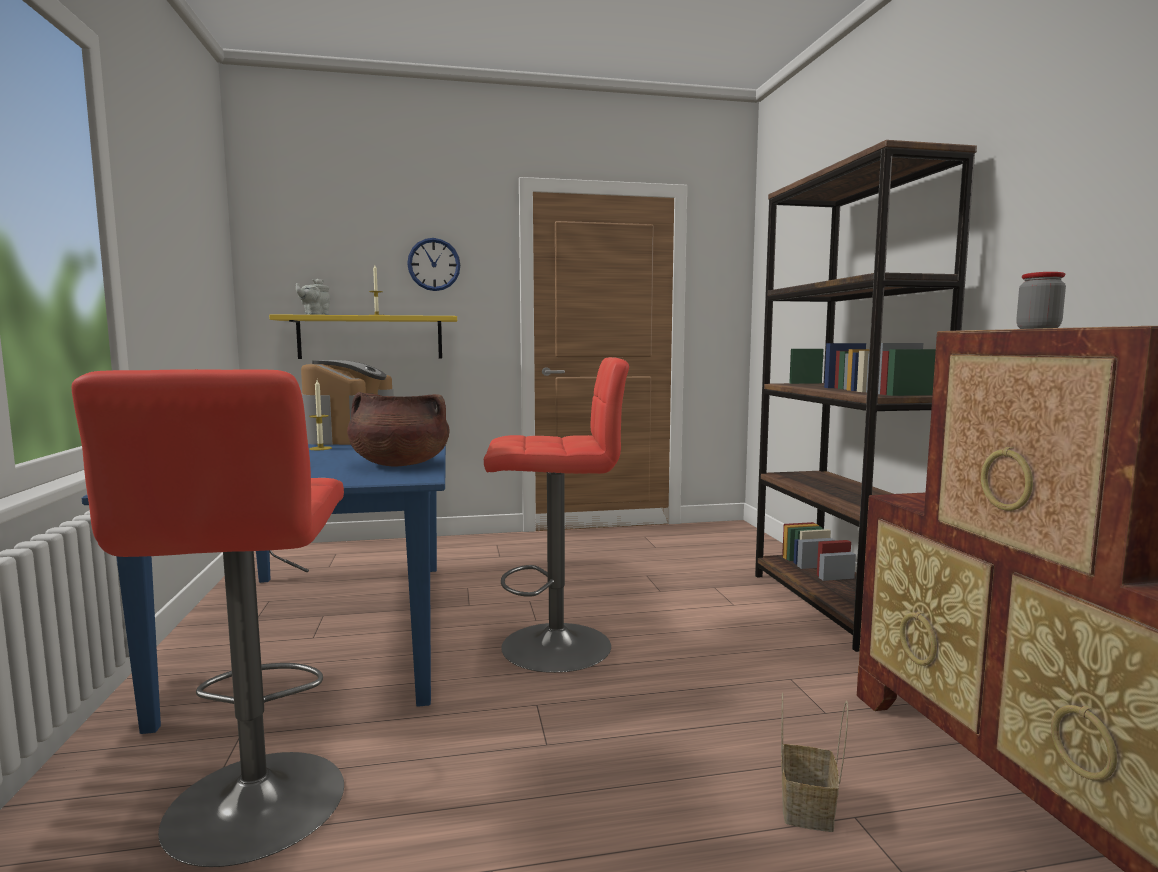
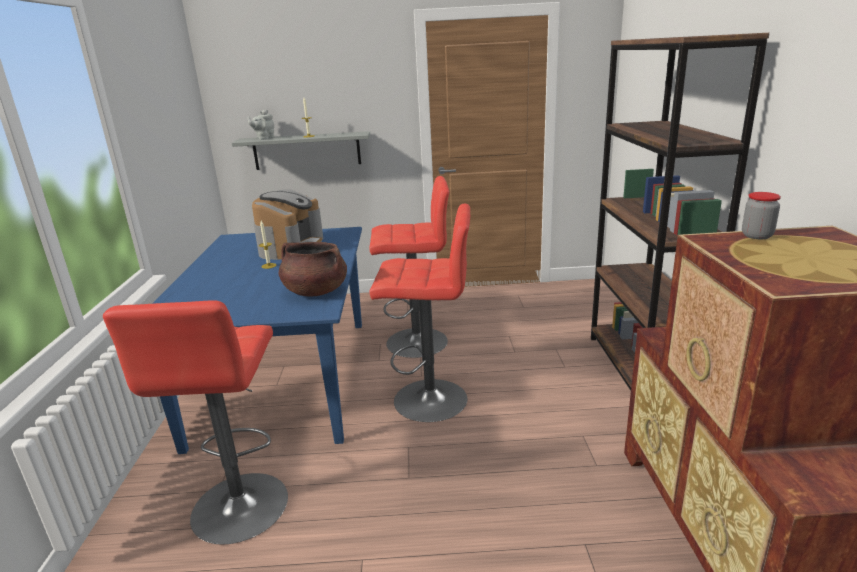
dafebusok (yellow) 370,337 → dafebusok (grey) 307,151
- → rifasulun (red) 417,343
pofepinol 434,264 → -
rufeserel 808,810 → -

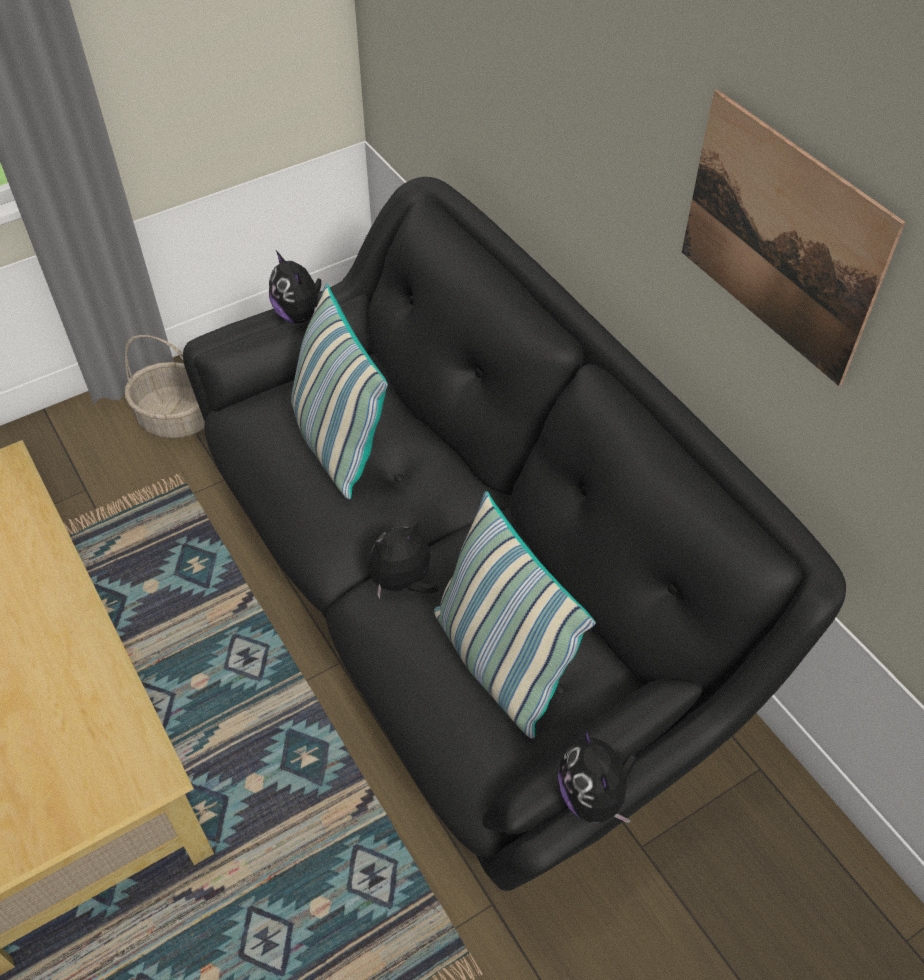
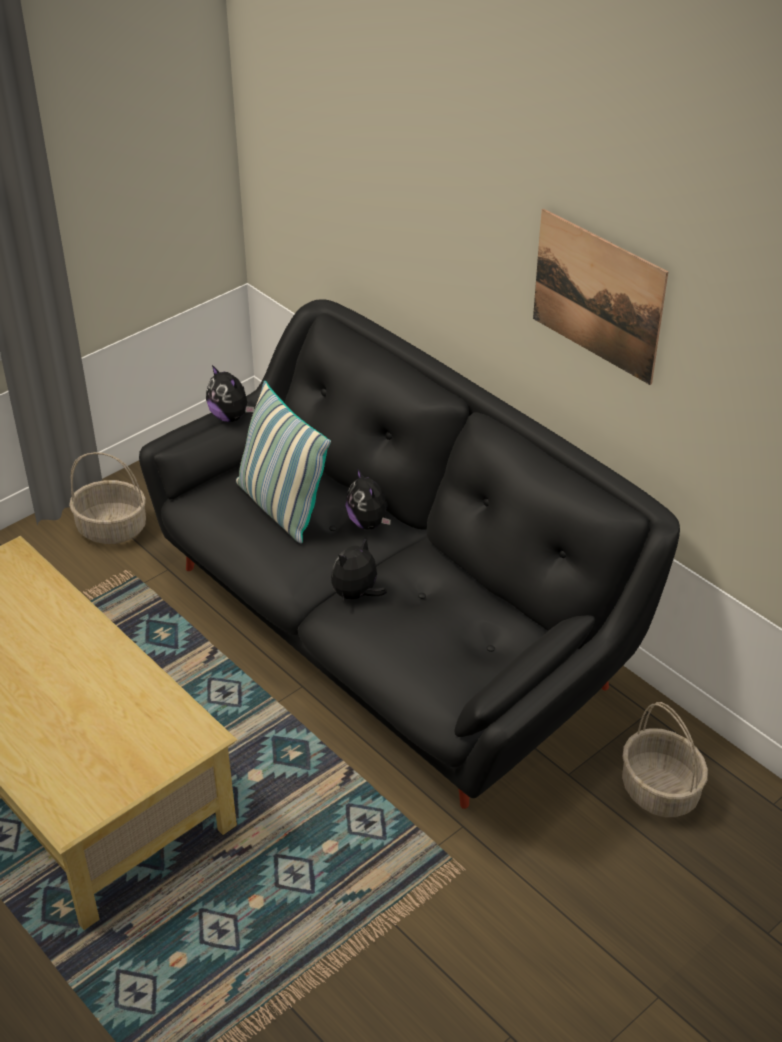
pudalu 593,796 → pudalu 369,523, shifted
- → rufeserel 660,791
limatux 499,662 → -

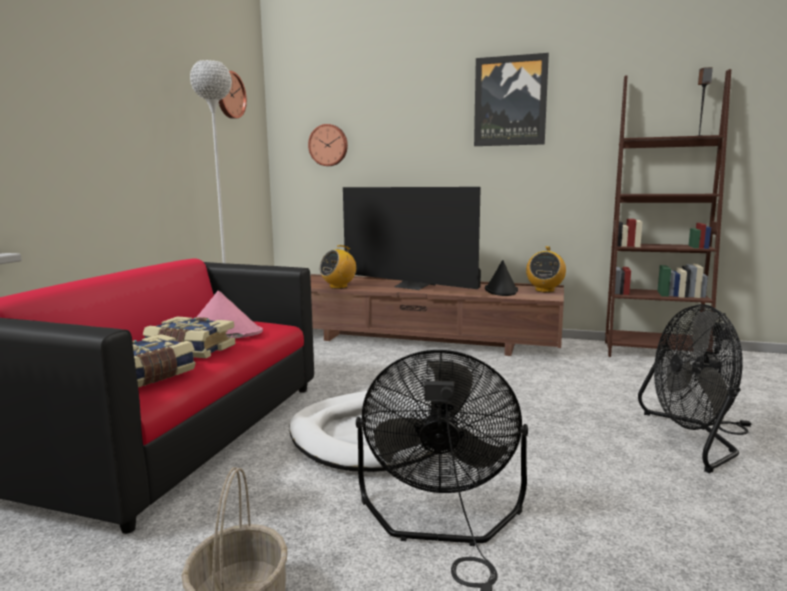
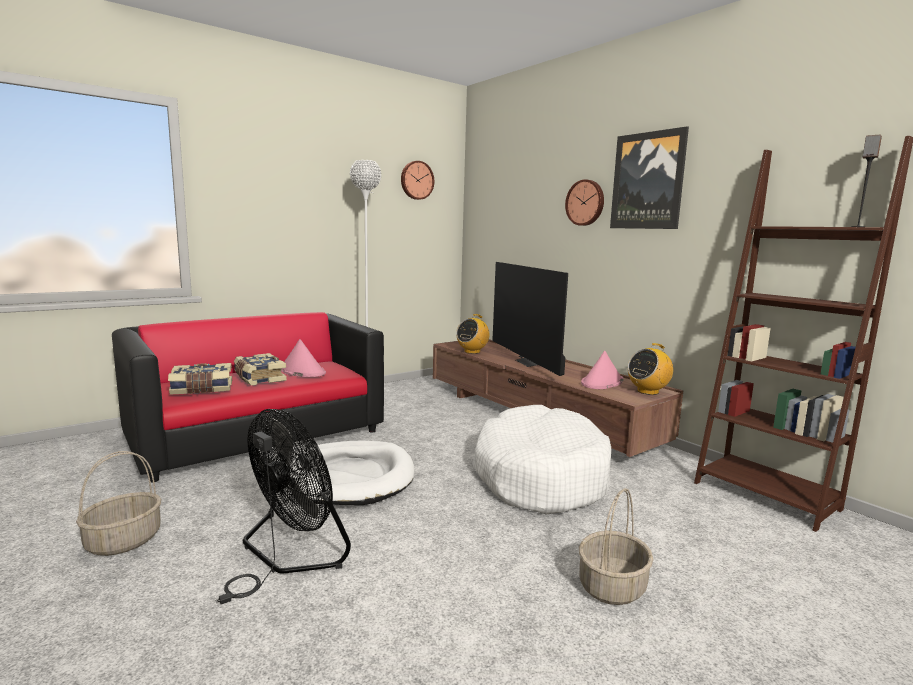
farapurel 338,287 → farapurel 472,351, 45 degrees counterclockwise
- → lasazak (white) 539,476
pofepinol 328,145 → pofepinol 585,203, shifted
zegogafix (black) 696,437 → rufeserel 612,587
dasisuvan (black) 501,290 → dasisuvan (pink) 602,382

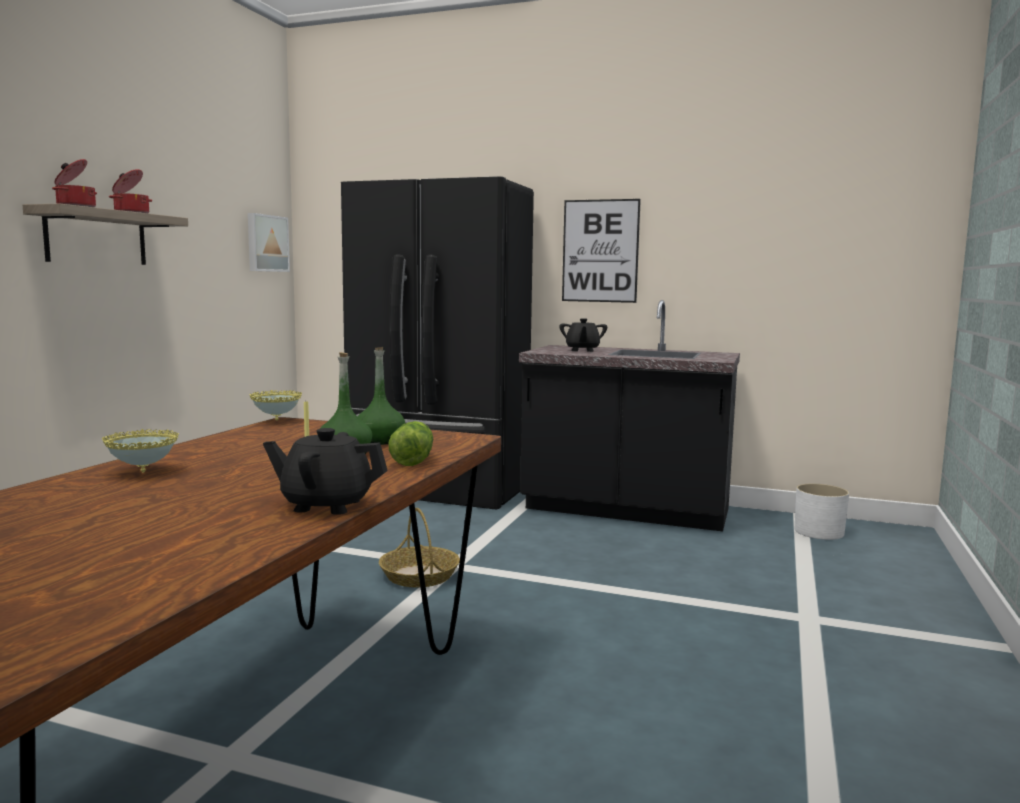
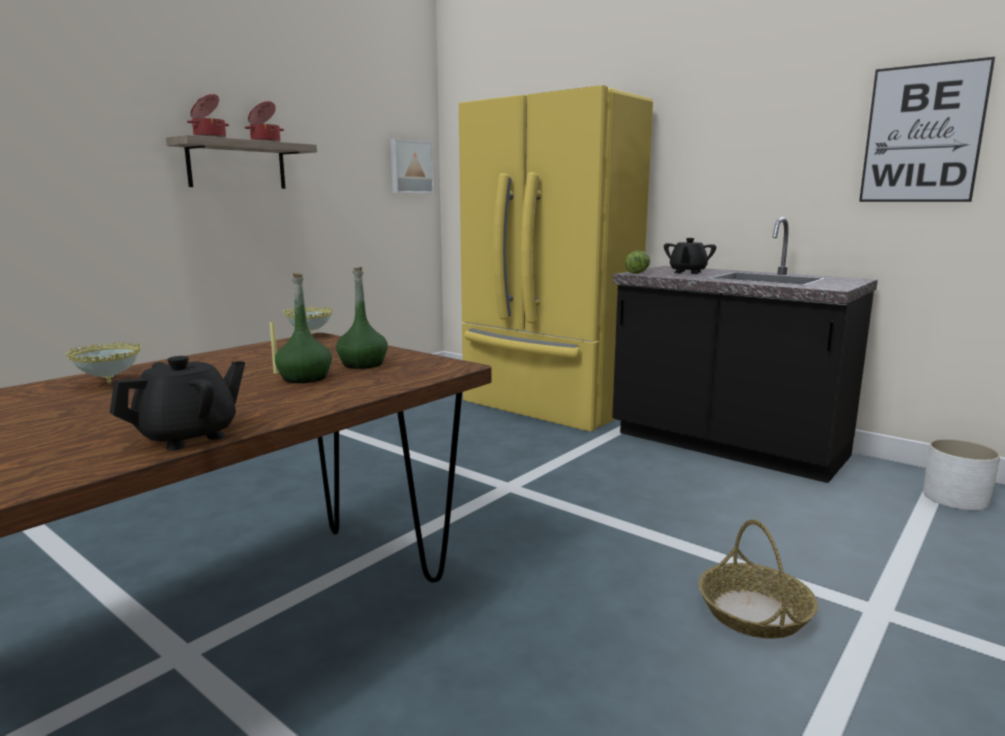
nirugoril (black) 326,505 → nirugoril (black) 188,437, 105 degrees clockwise
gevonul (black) 436,491 → gevonul (yellow) 544,406
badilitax 413,459 → badilitax 638,272, shifted
rufeserel 420,576 → rufeserel 755,613, shifted
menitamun 600,251 → menitamun 922,134, shifted

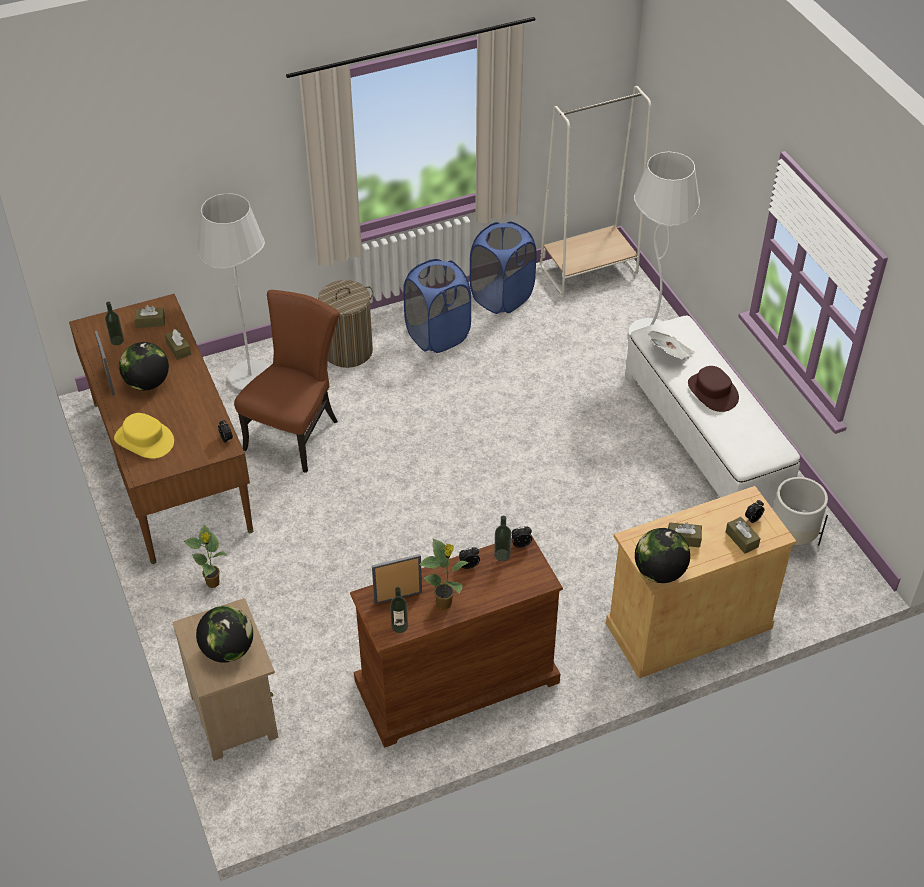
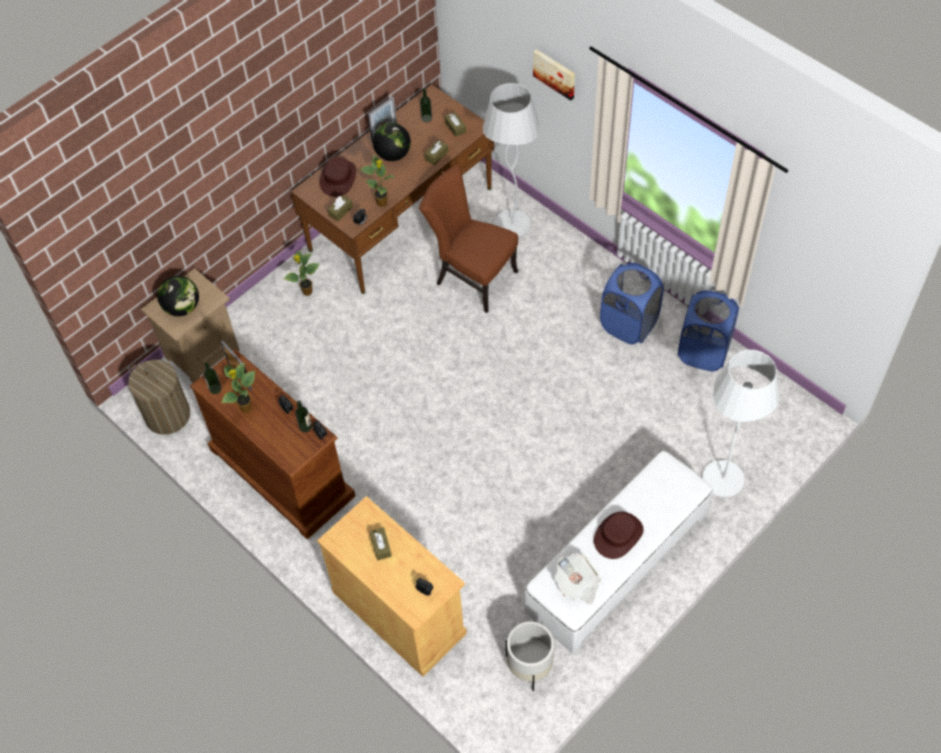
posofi 348,351 → posofi 168,415, shifted
dasisuvan (yellow) 144,439 → dasisuvan (brown) 338,178
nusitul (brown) 741,539 → nusitul (brown) 340,211, shifted
- → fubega 382,203
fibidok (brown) 296,432 → fibidok (brown) 471,277, 150 degrees counterclockwise
- → menitamun 555,73
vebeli 670,354 → vebeli 577,584, shifted
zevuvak 588,270 → -
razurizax 659,572 → -

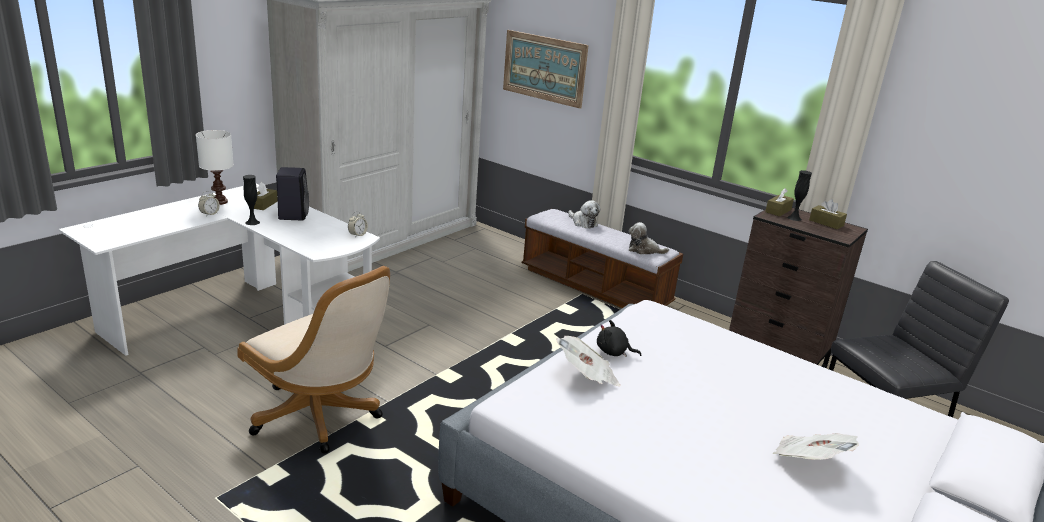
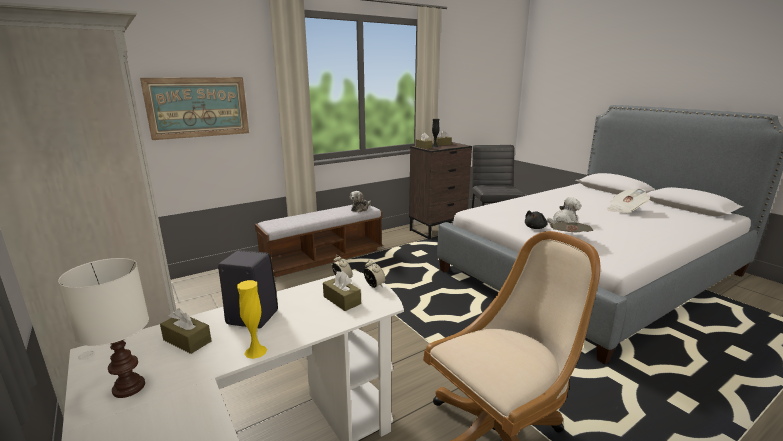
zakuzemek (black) 252,222 → zakuzemek (yellow) 255,351
- → nusitul (brown) 342,300
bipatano 209,214 → bipatano 374,285, shifted
pudalu 583,223 → pudalu 564,221, shifted

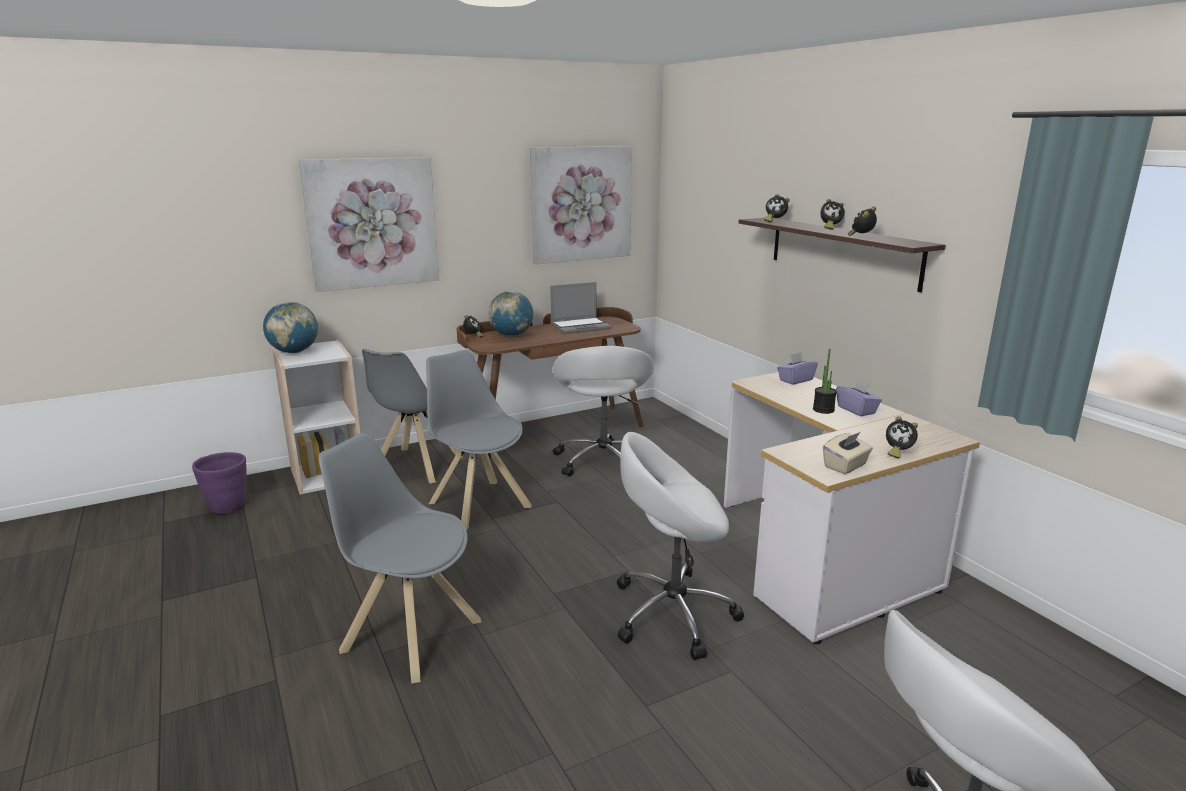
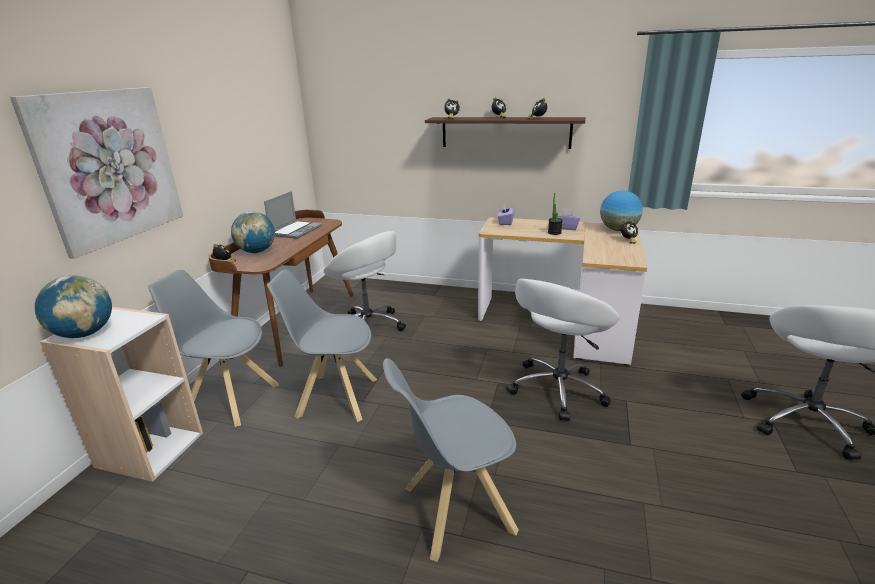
fibidok (grey) 415,466 → fibidok (grey) 230,399, 135 degrees clockwise
- → razurizax 618,230
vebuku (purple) 227,507 → -
menitamun 581,204 → -
nusitul (beige) 845,466 → -

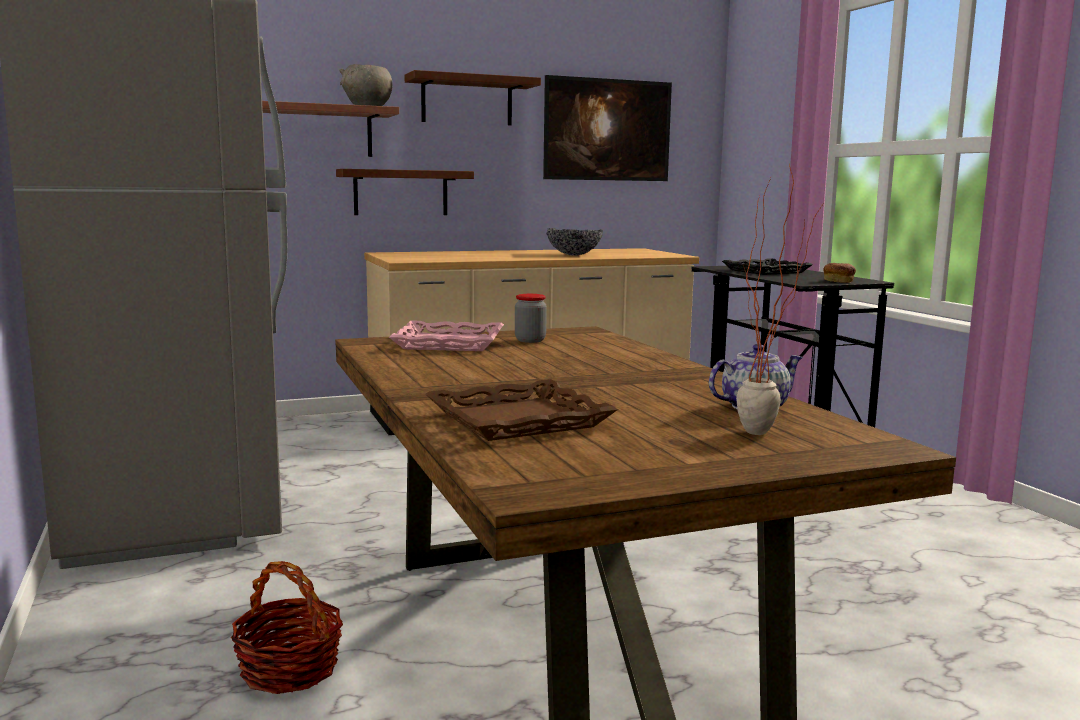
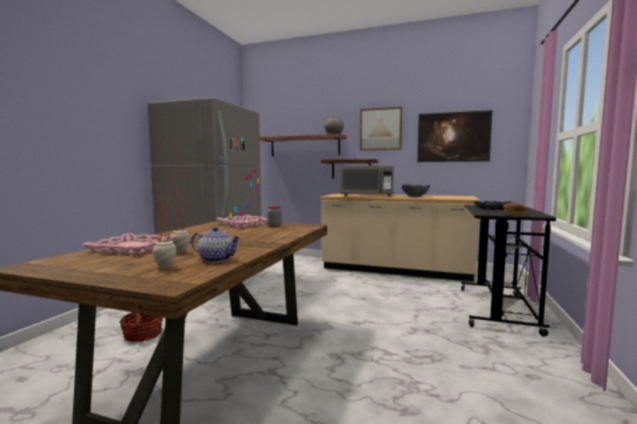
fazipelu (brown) 518,421 → fazipelu (pink) 131,248
- → fubega 181,253
- → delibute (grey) 366,196
dafebusok (brown) 467,101 → menitamun 380,129

